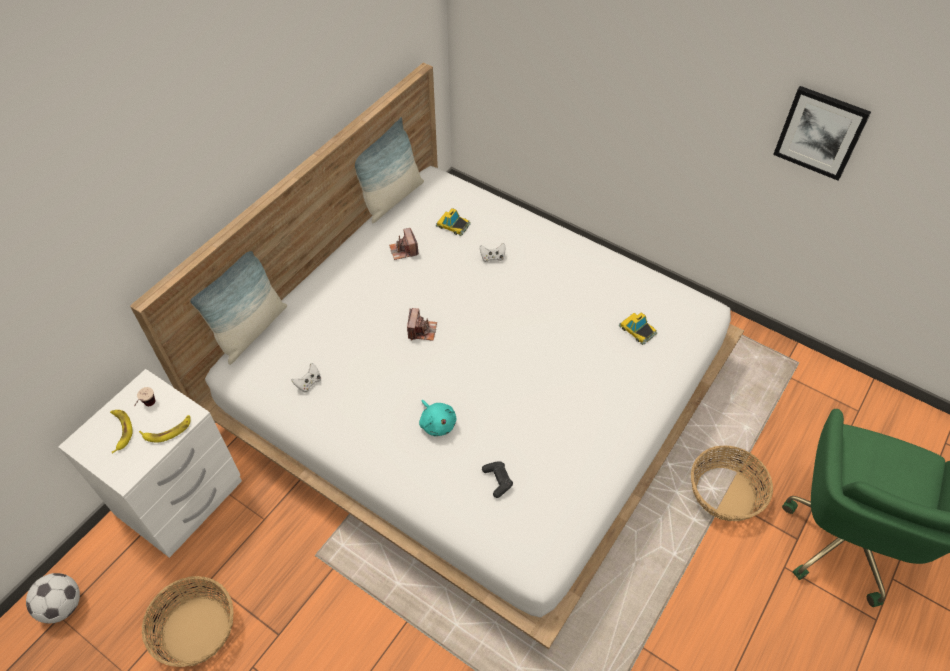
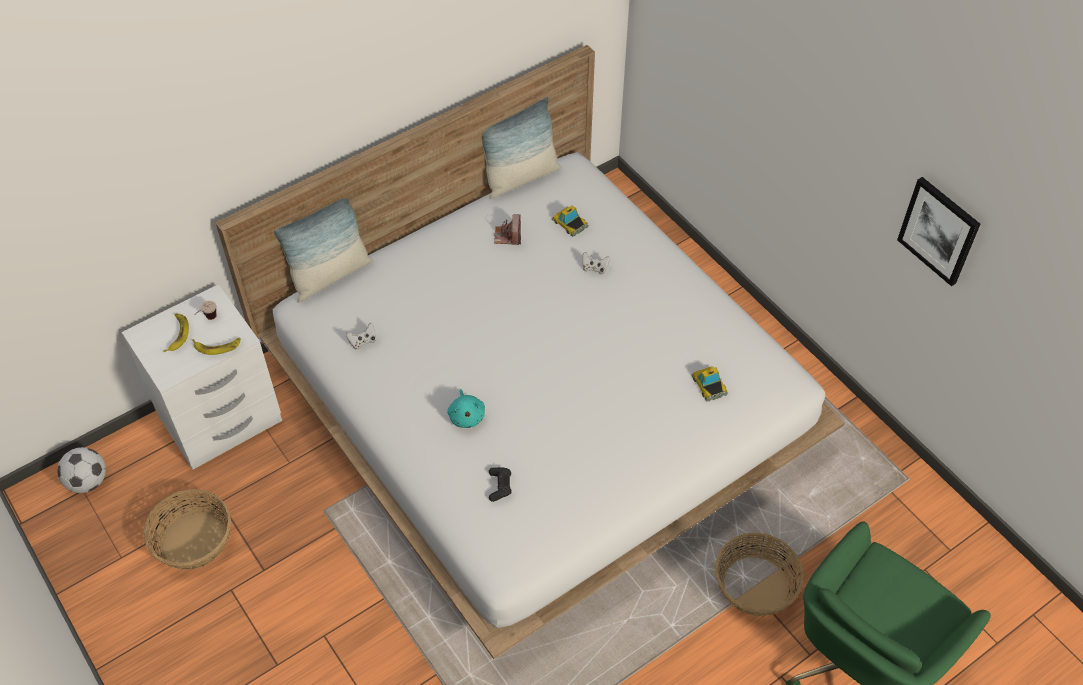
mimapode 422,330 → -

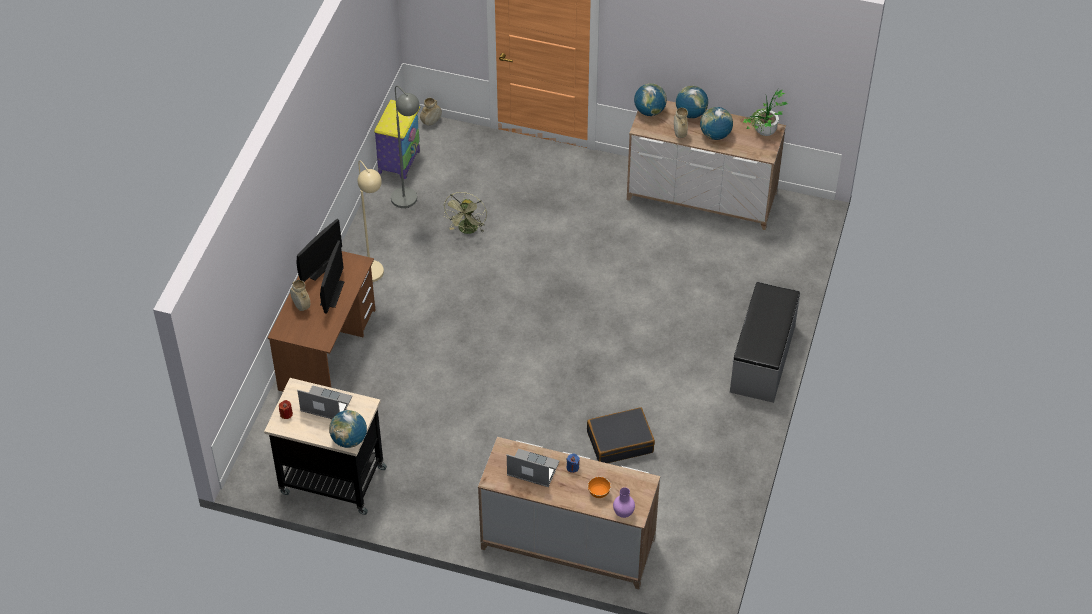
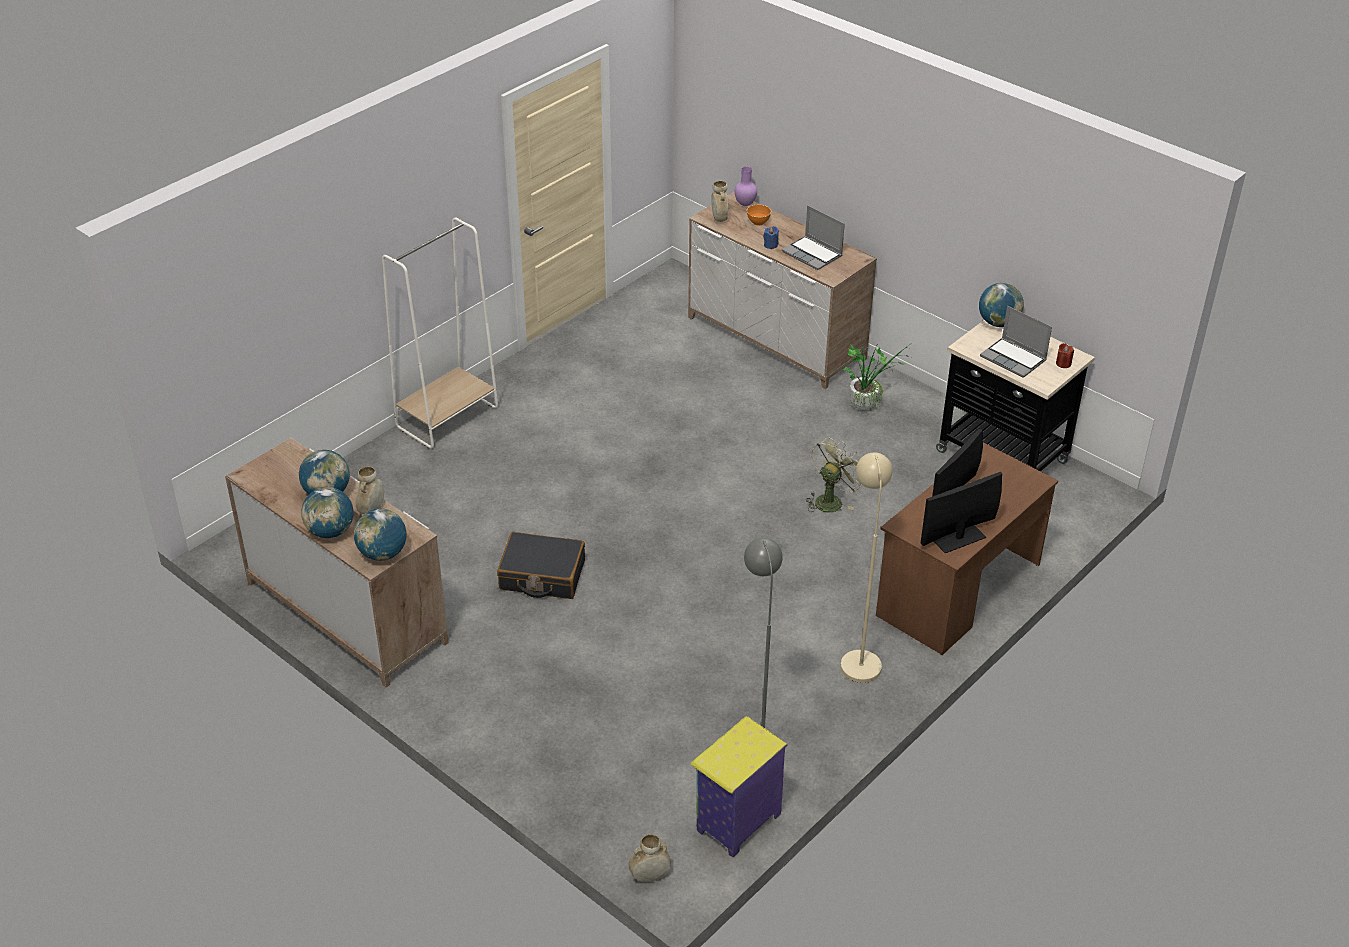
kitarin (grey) 763,359 → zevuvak 447,418
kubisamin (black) 620,441 → kubisamin (black) 542,575, shifted
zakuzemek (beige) 301,306 → zakuzemek (beige) 719,219, shifted
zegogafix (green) 467,230 → zegogafix (green) 831,500, shifted
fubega 763,135 → fubega 867,403, shifted

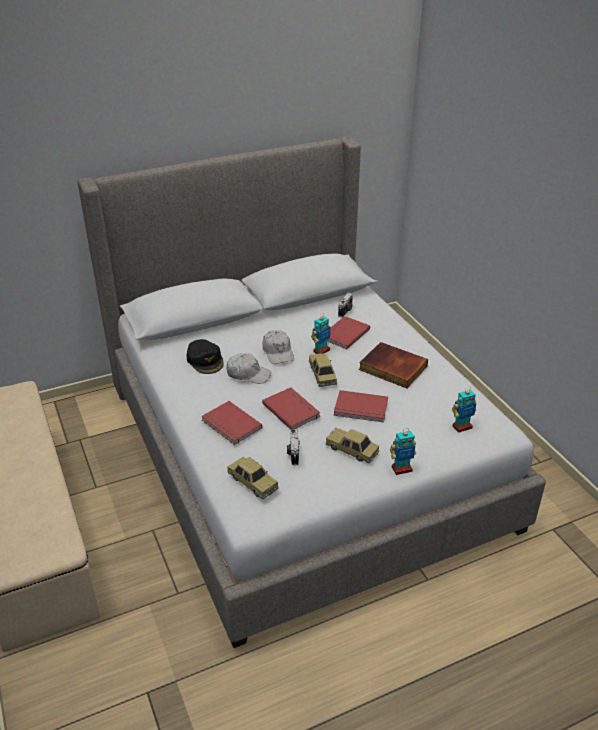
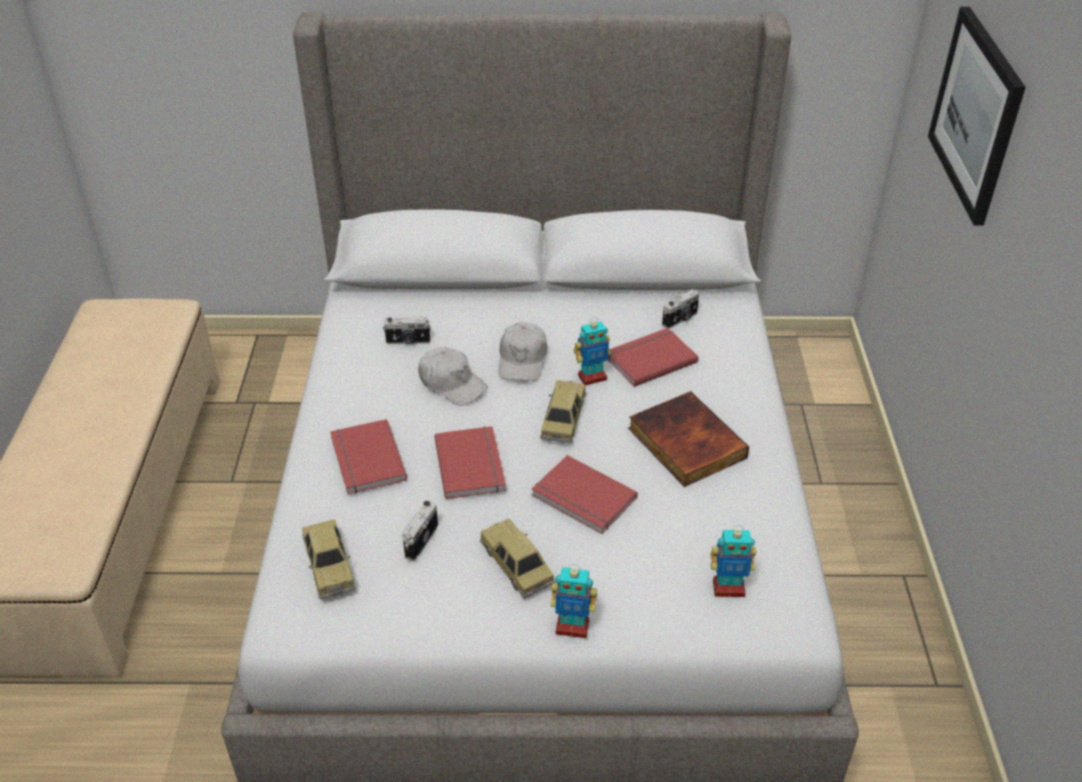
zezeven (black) 205,360 → mimapode 408,341
- → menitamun 976,114

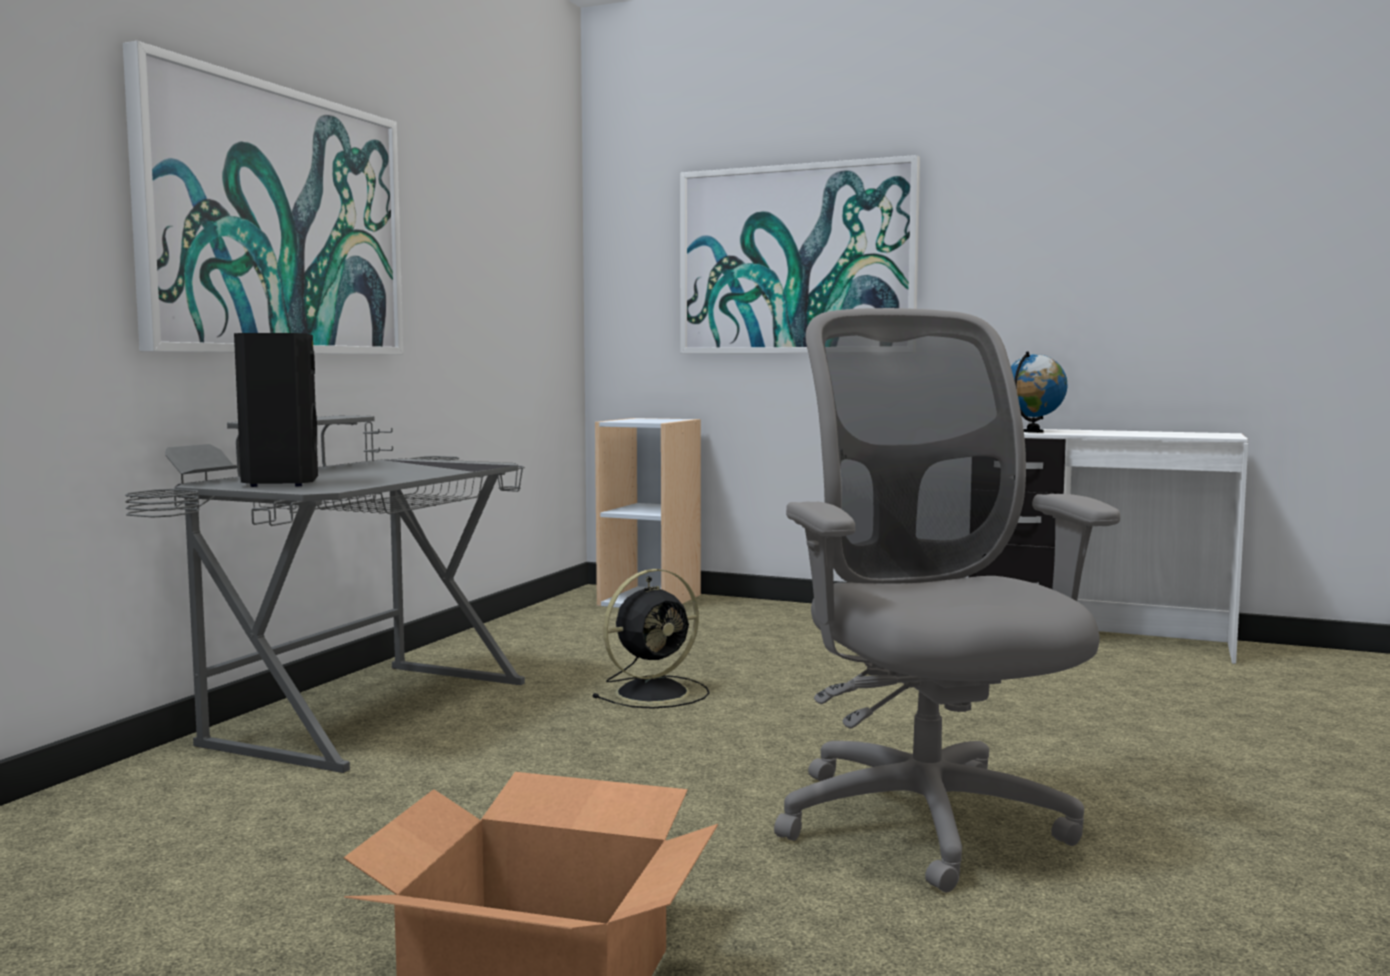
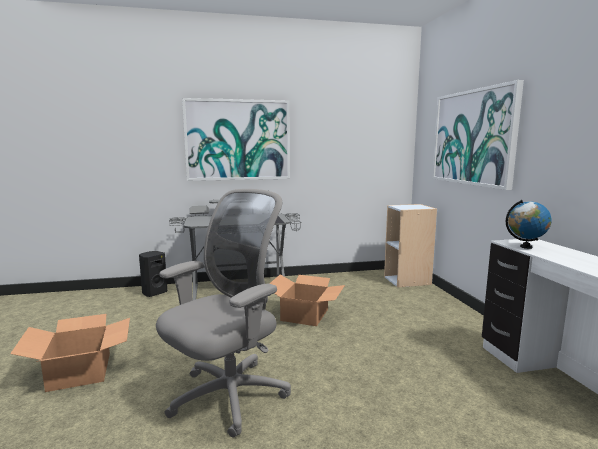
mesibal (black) 280,483 → mesibal (black) 154,293, shifted
zegogafix (black) 655,692 → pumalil 305,315

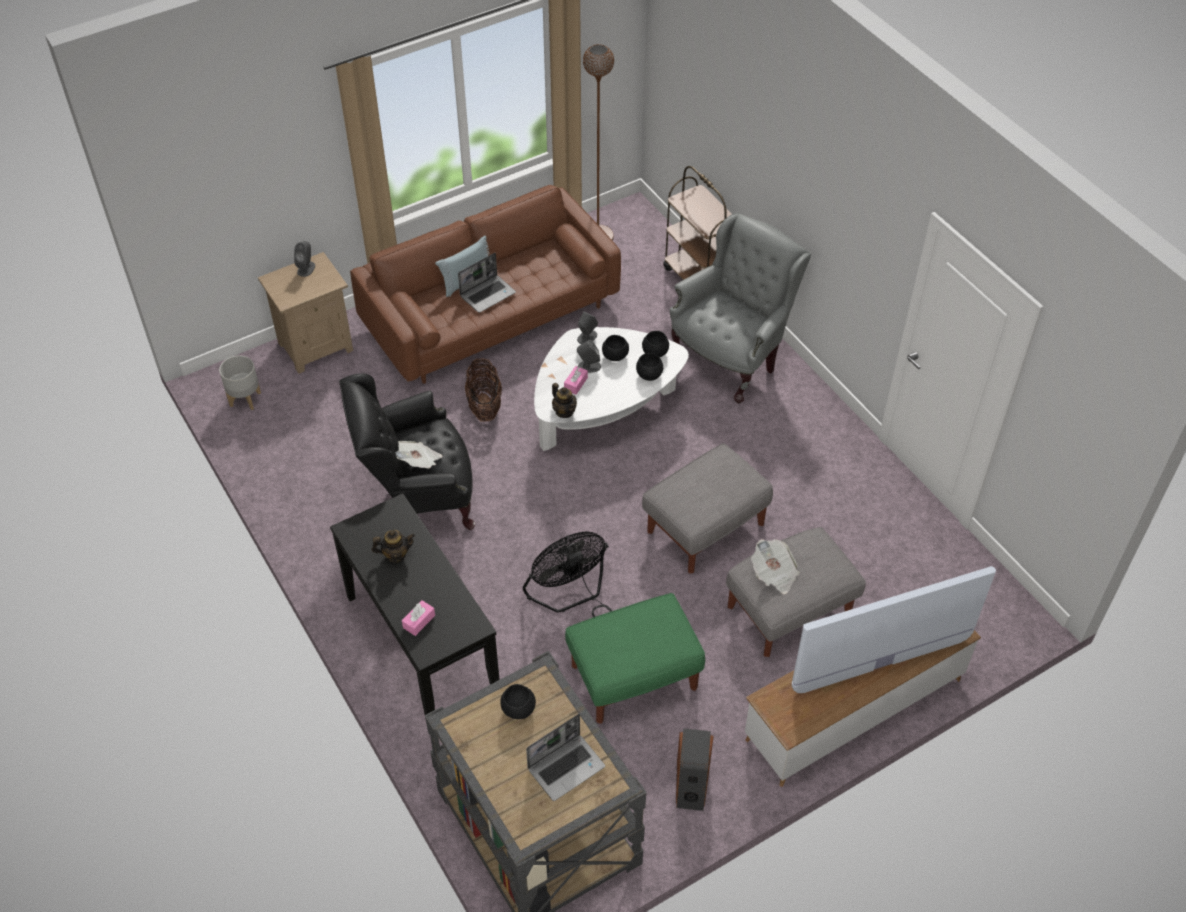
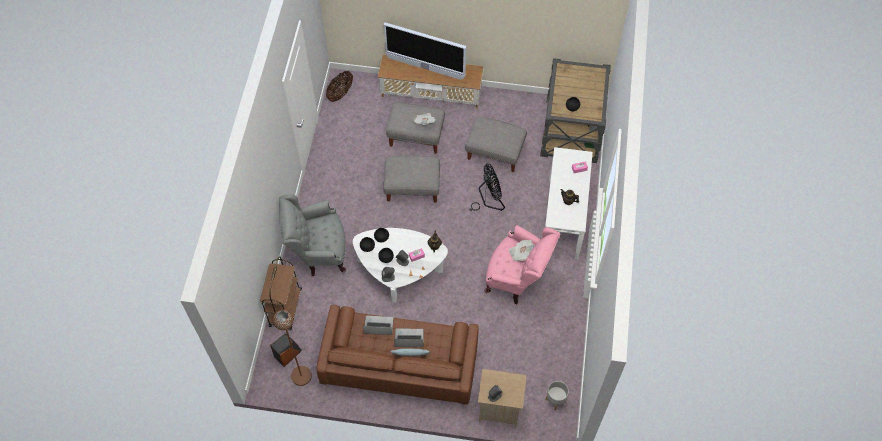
mesibal 691,784 → mesibal 288,354, shifted
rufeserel 484,405 → rufeserel 340,93, shifted
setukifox 566,767 → setukifox 378,326, shifted
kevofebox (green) 634,676 → kevofebox (grey) 494,153
zegogafix (black) 575,594 → zegogafix (black) 488,197, 120 degrees counterclockwise
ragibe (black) 419,504 → ragibe (pink) 517,281
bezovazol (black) 421,646 → bezovazol (white) 563,218

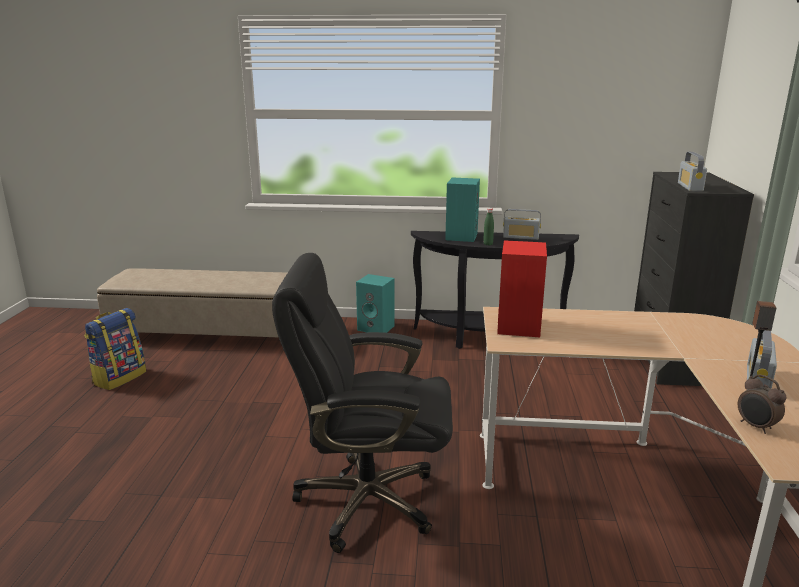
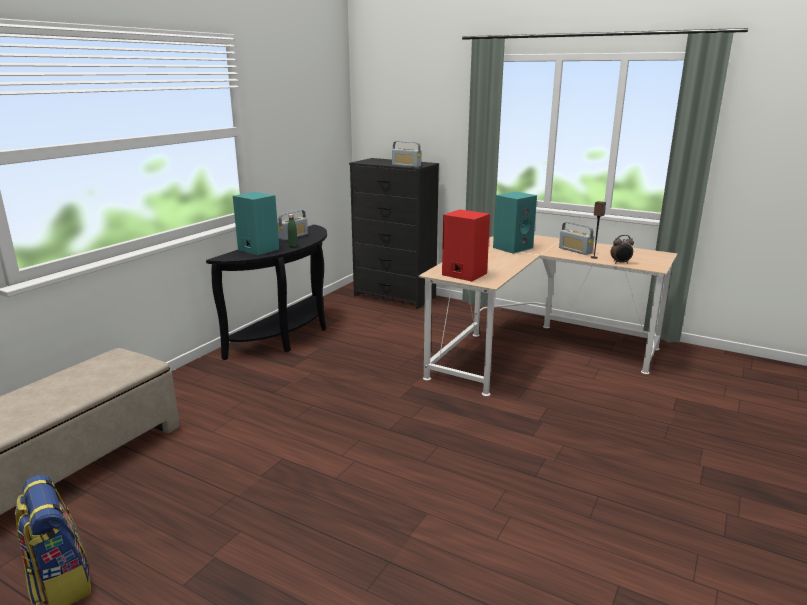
mesibal (turquoise) 377,328 → mesibal (turquoise) 513,247, shifted
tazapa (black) 370,501 → -

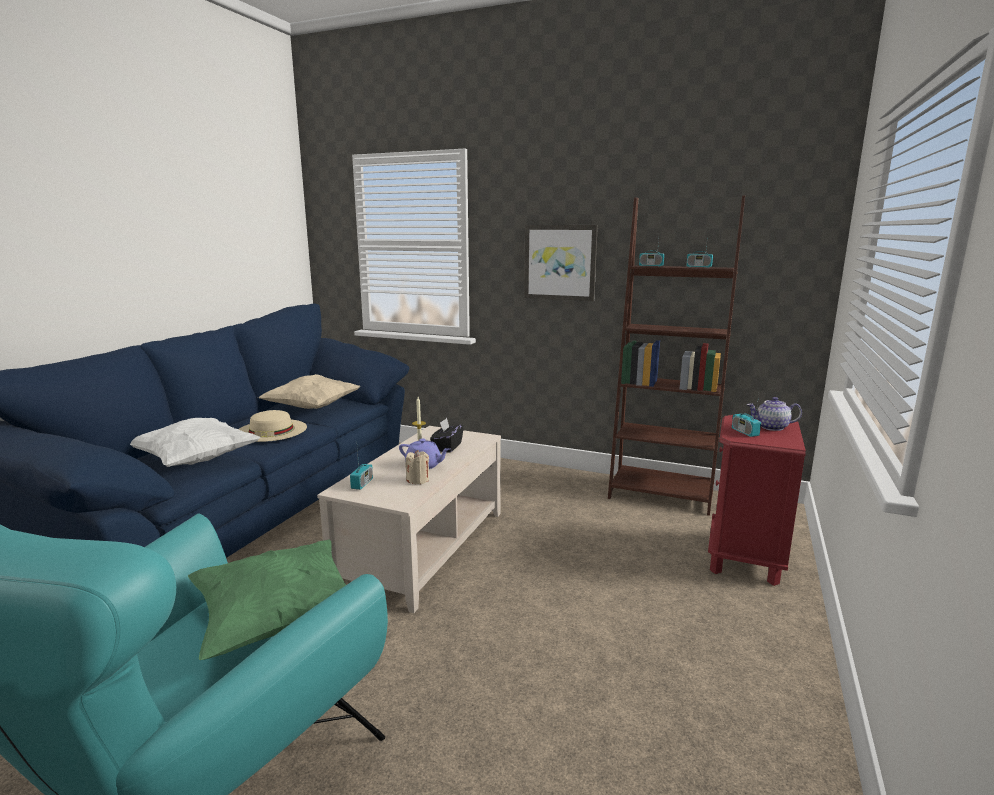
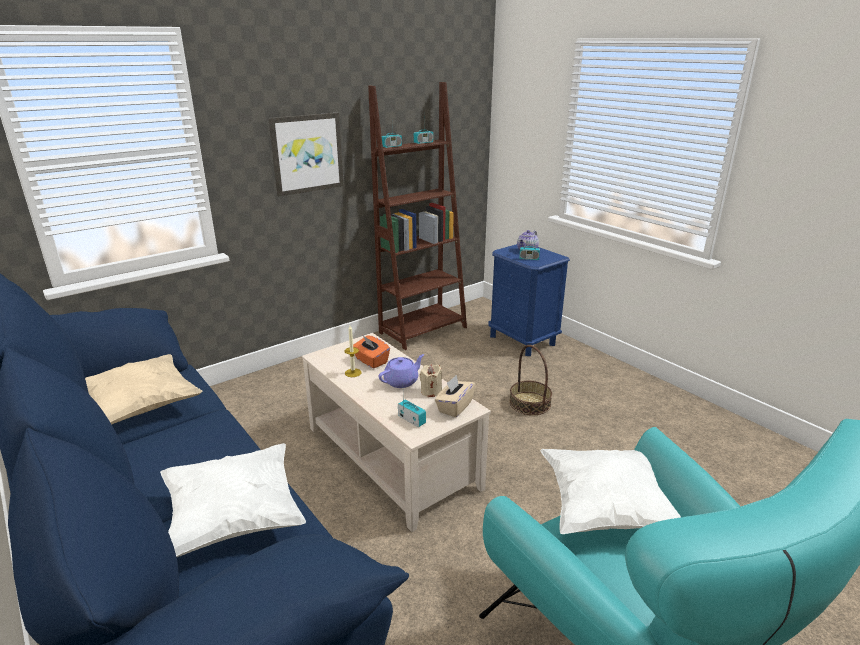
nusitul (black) 447,447 → nusitul (orange) 371,361
- → nusitul (beige) 454,407
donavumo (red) 745,558 → donavumo (blue) 522,340
- → rufeserel 529,403
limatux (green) 278,621 → limatux (white) 605,510
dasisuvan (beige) 271,430 → -

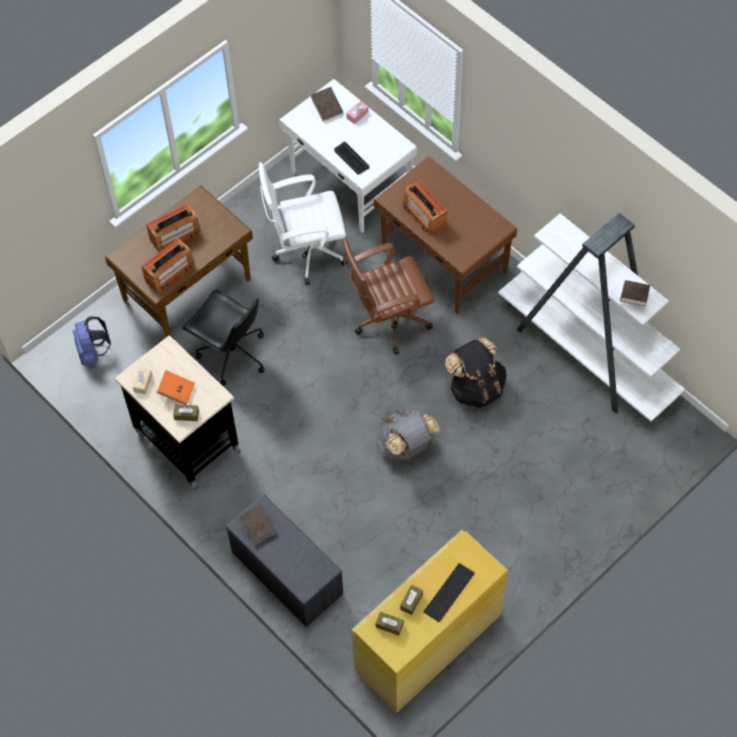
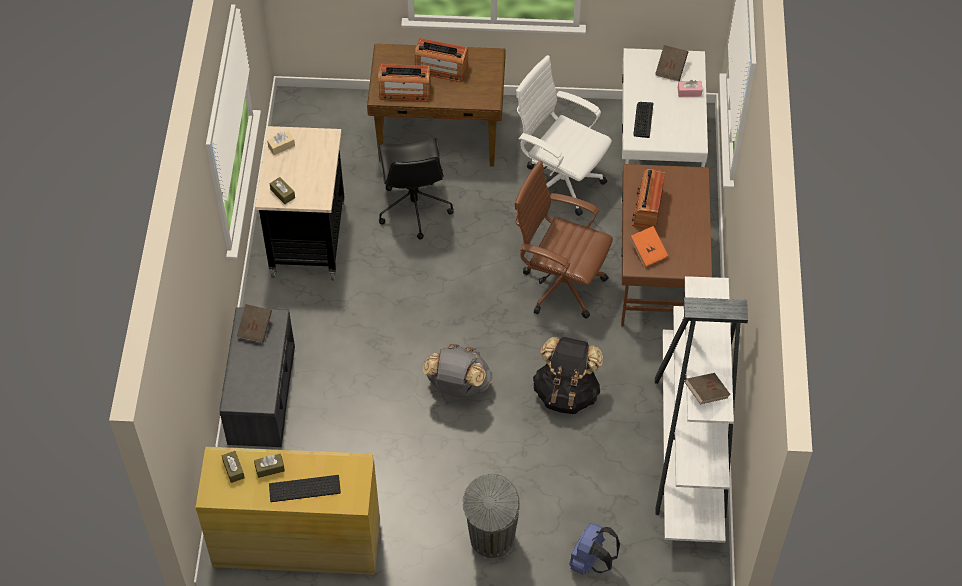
- → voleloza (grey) 491,539
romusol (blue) 93,352 → romusol (blue) 591,562, shifted
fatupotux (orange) 177,391 → fatupotux (orange) 648,252, shifted

